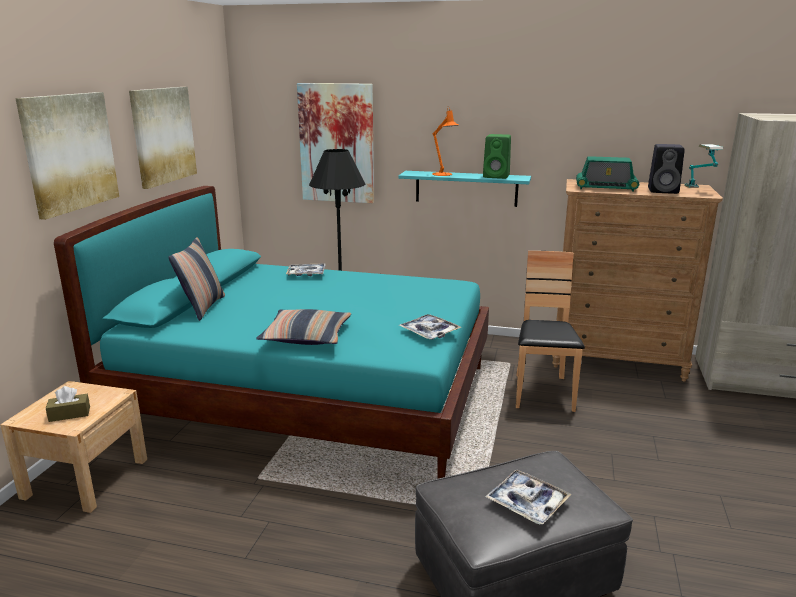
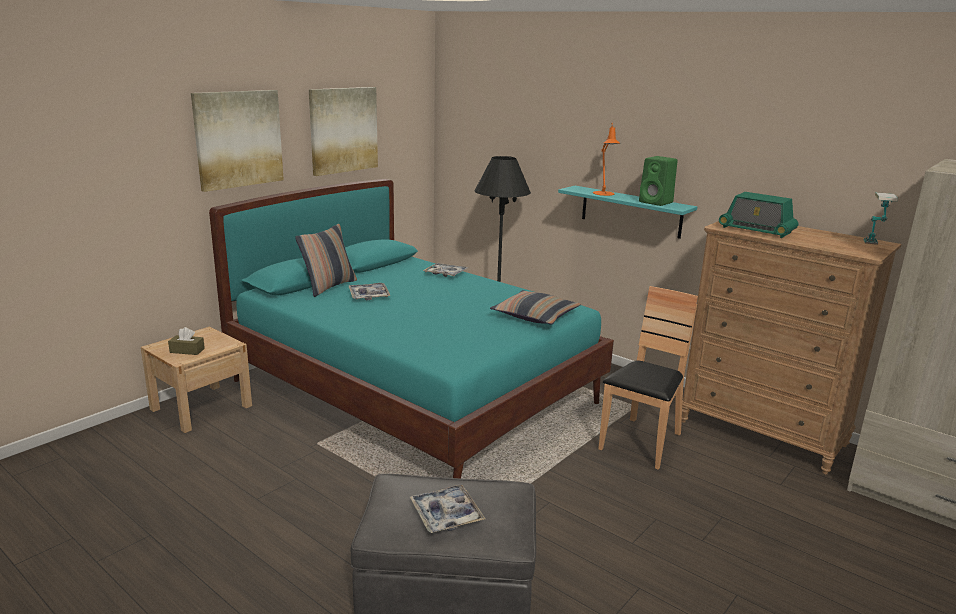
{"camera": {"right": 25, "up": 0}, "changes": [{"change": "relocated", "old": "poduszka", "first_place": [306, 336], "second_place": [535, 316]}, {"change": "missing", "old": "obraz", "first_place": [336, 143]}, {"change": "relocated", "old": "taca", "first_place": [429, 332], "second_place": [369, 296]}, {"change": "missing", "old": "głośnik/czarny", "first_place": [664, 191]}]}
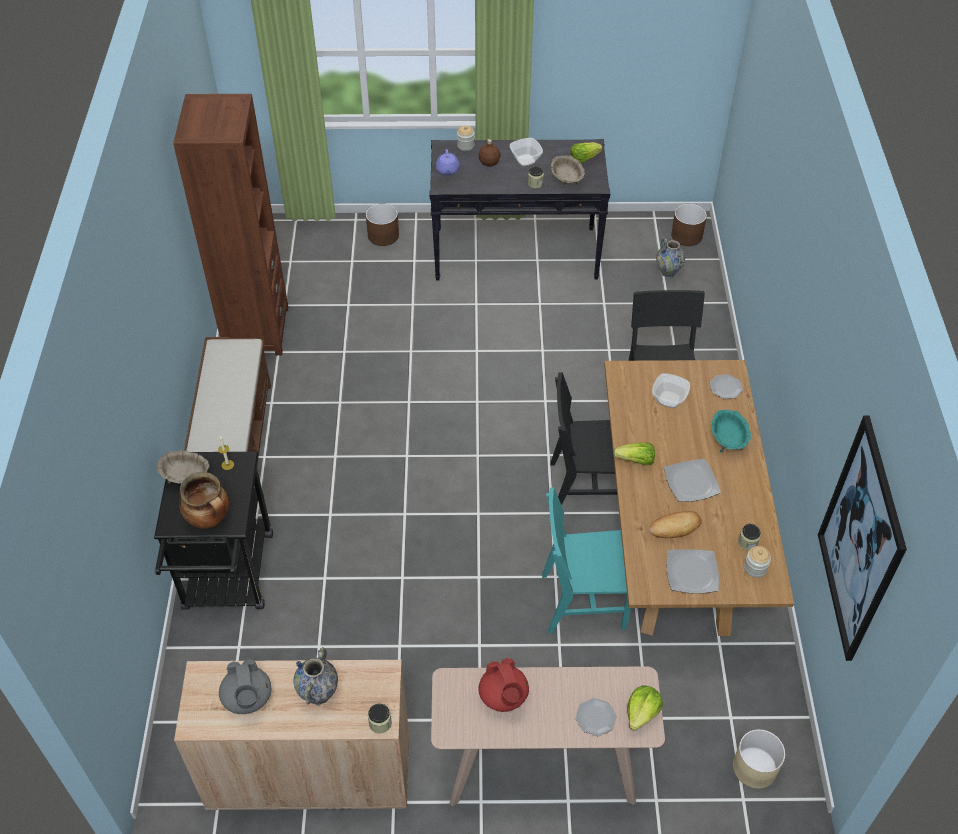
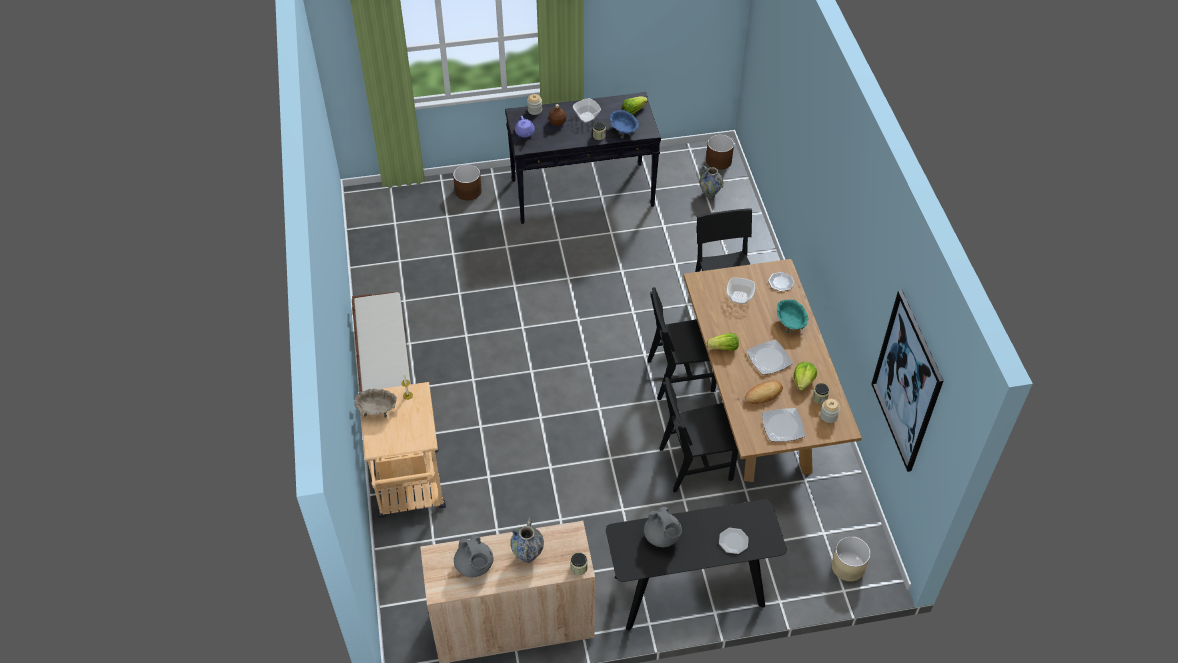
{"camera": {"right": -10, "up": 0}, "changes": [{"change": "colour", "old": "wózek/czarny", "new": "wózek/beżowy", "first_place": [227, 579], "second_place": [410, 489]}, {"change": "missing", "old": "regał/brązowy", "first_place": [256, 330]}, {"change": "missing", "old": "garnek", "first_place": [210, 519]}, {"change": "colour", "old": "stolik konsolowy/beżowy", "new": "stolik konsolowy/czarny", "first_place": [540, 767], "second_place": [689, 591]}, {"change": "colour", "old": "imbryk/czerwony", "new": "imbryk/szary", "first_place": [504, 696], "second_place": [662, 537]}, {"change": "colour", "old": "krzesło/turkusowy", "new": "krzesło/czarny", "first_place": [583, 601], "second_place": [695, 464]}, {"change": "colour", "old": "miska/beżowy", "new": "miska/niebieski", "first_place": [566, 181], "second_place": [623, 130]}, {"change": "relocated", "old": "sałata", "first_place": [642, 713], "second_place": [803, 381]}]}
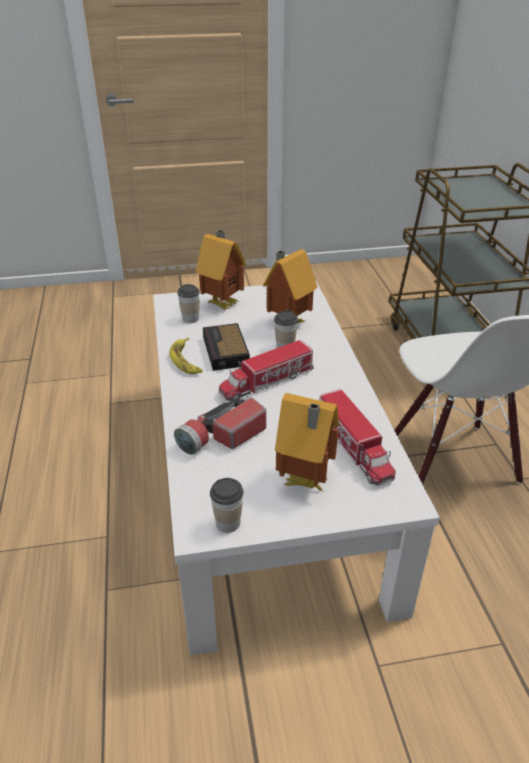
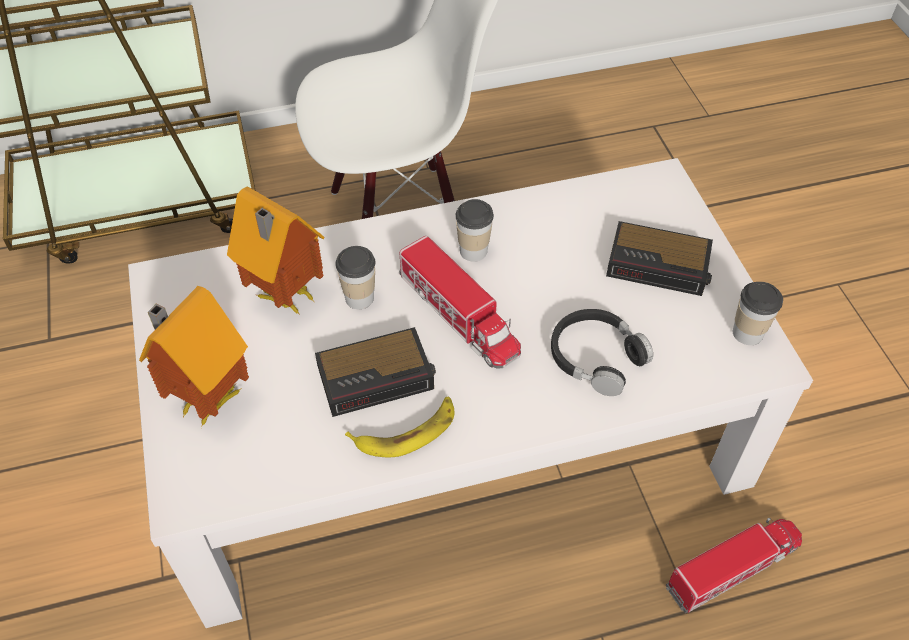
{"camera": {"right": -95, "up": 15}, "changes": [{"change": "exchanged", "old": "latarka", "new": "słuchawki/czarny", "first_place": [221, 437], "second_place": [596, 357]}, {"change": "relocated", "old": "filiżanka", "first_place": [190, 318], "second_place": [473, 251]}, {"change": "exchanged", "old": "domek", "new": "budzik", "first_place": [305, 483], "second_place": [660, 265]}, {"change": "relocated", "old": "ciężarówka zabawkowa", "first_place": [354, 447], "second_place": [733, 568]}]}
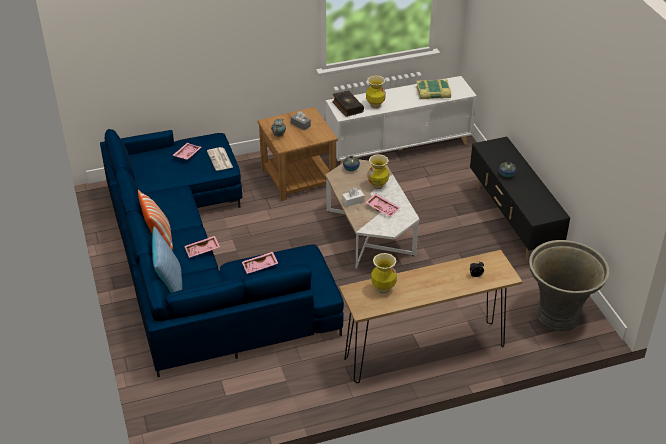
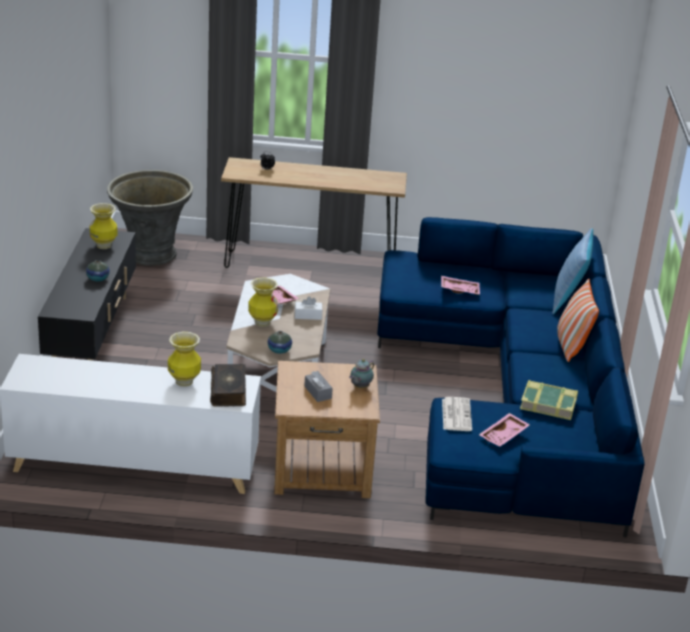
{"camera": {"right": -160, "up": -10}, "changes": [{"change": "missing", "old": "taca/różowy", "first_place": [202, 250]}, {"change": "relocated", "old": "wazon", "first_place": [383, 289], "second_place": [104, 246]}, {"change": "relocated", "old": "książka", "first_place": [433, 93], "second_place": [548, 404]}]}
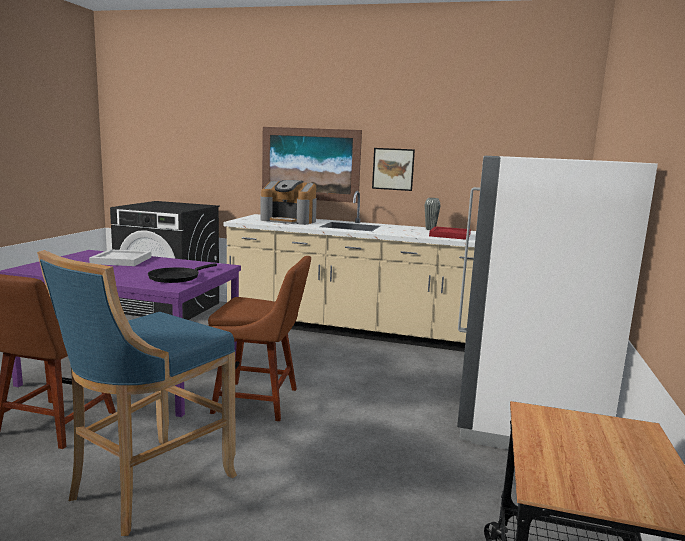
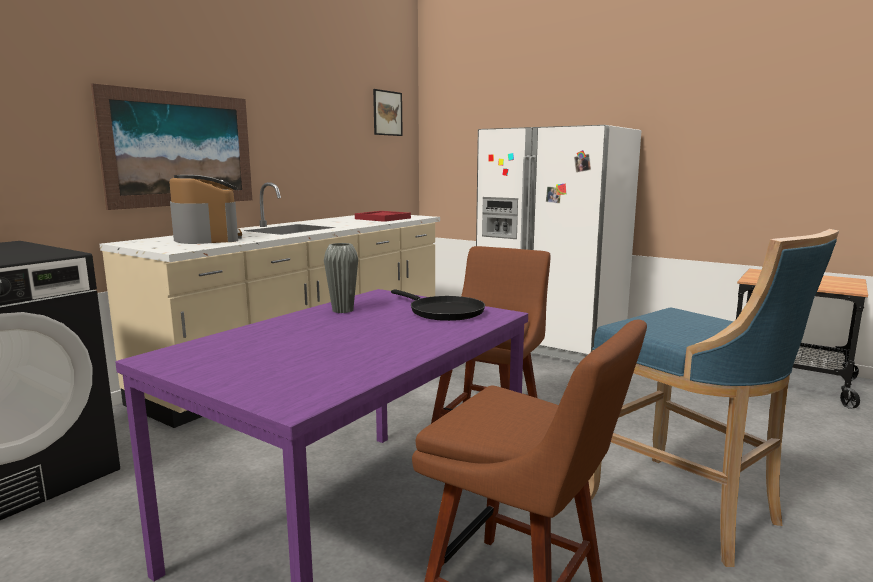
{"camera": {"right": -70, "up": 0}, "changes": [{"change": "missing", "old": "taca/biały", "first_place": [122, 260]}, {"change": "spun", "old": "ekspres do kawy", "first_place": [289, 220], "second_place": [208, 238], "degrees": -60}, {"change": "relocated", "old": "obraz", "first_place": [393, 169], "second_place": [387, 113]}, {"change": "relocated", "old": "wazon/szary", "first_place": [430, 229], "second_place": [343, 310]}]}
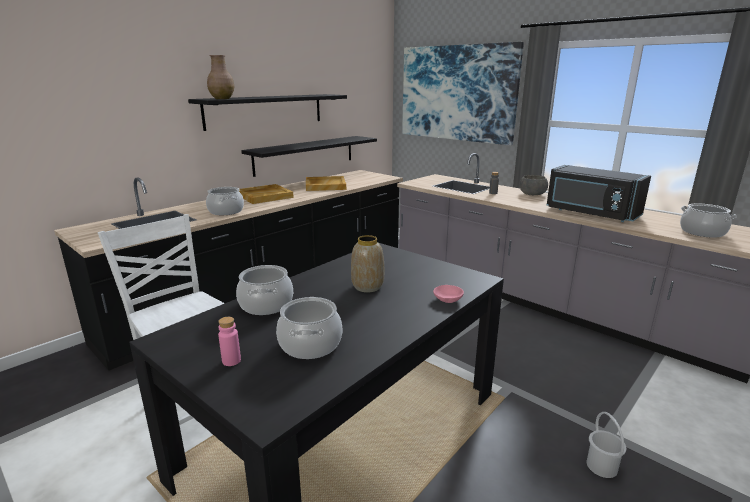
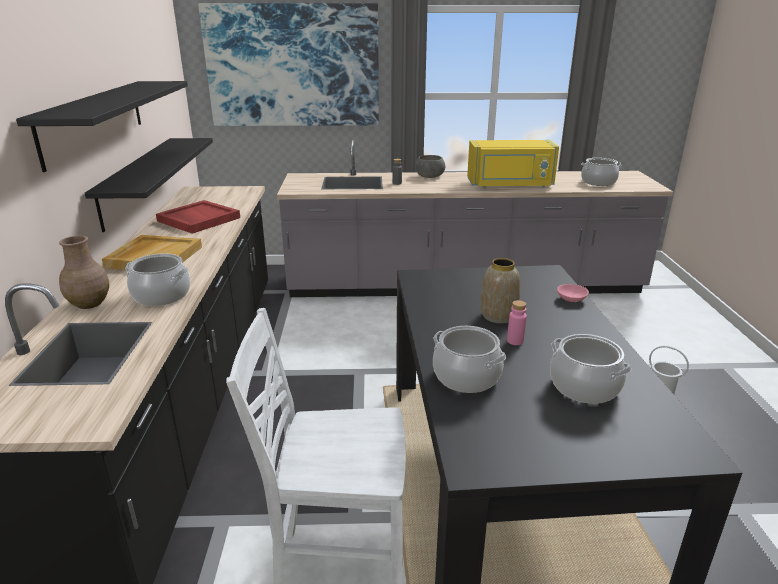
{"camera": {"right": -45, "up": 5}, "changes": [{"change": "relocated", "old": "wazon/brązowy", "first_place": [222, 98], "second_place": [89, 304]}, {"change": "relocated", "old": "butelka/różowy", "first_place": [231, 361], "second_place": [515, 341]}, {"change": "colour", "old": "taca/beżowy", "new": "taca/czerwony", "first_place": [325, 185], "second_place": [198, 219]}, {"change": "colour", "old": "mikrofalówka/czarny", "new": "mikrofalówka/żółty", "first_place": [590, 213], "second_place": [510, 185]}]}
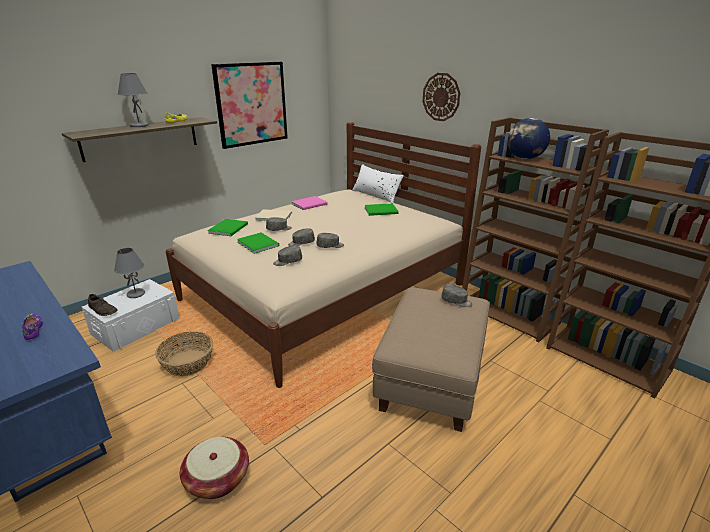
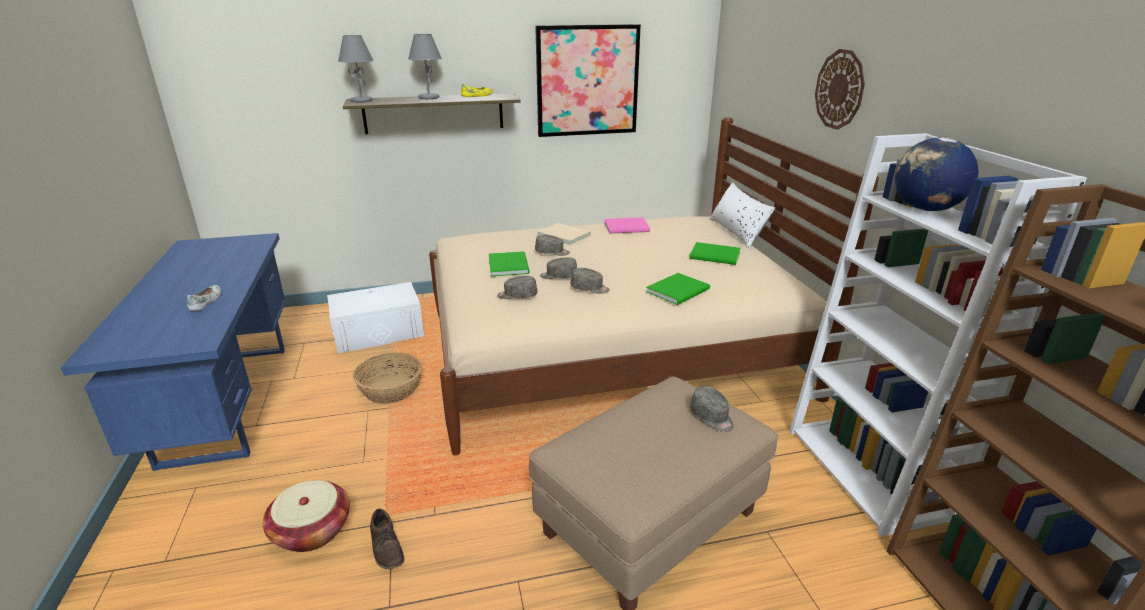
{"camera": {"right": 30, "up": 0}, "changes": [{"change": "colour", "old": "but/fioletowy", "new": "but/biały", "first_place": [33, 329], "second_place": [207, 301]}, {"change": "relocated", "old": "but/brązowy", "first_place": [103, 310], "second_place": [386, 546]}, {"change": "relocated", "old": "lampa stołowa/szary", "first_place": [136, 294], "second_place": [362, 100]}, {"change": "relocated", "old": "książka/zielony", "first_place": [229, 228], "second_place": [680, 290]}, {"change": "colour", "old": "regał/brązowy", "new": "regał/biały", "first_place": [509, 314], "second_place": [867, 472]}]}
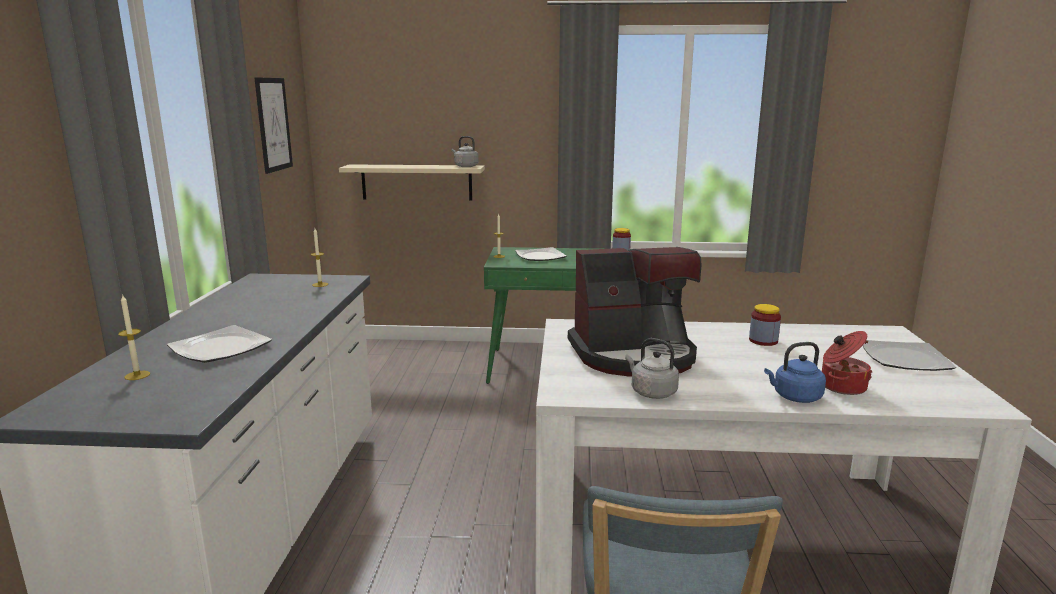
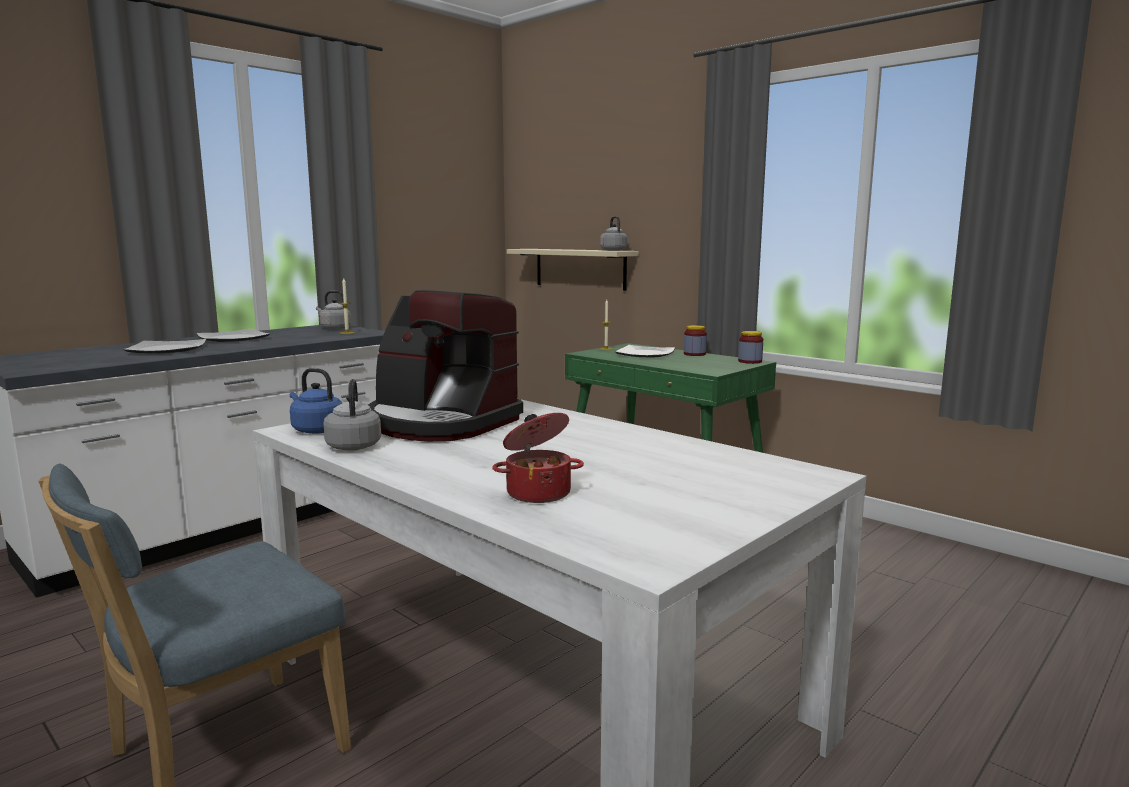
{"camera": {"right": 40, "up": -5}, "changes": [{"change": "missing", "old": "świeca", "first_place": [137, 375]}, {"change": "missing", "old": "obraz", "first_place": [273, 124]}, {"change": "relocated", "old": "słoik", "first_place": [763, 341], "second_place": [694, 354]}, {"change": "relocated", "old": "czajnik/niebieski", "first_place": [794, 397], "second_place": [316, 430]}, {"change": "relocated", "old": "talerz", "first_place": [904, 359], "second_place": [232, 338]}, {"change": "appeared", "new": "czajnik/szary", "second_place": [334, 328]}]}
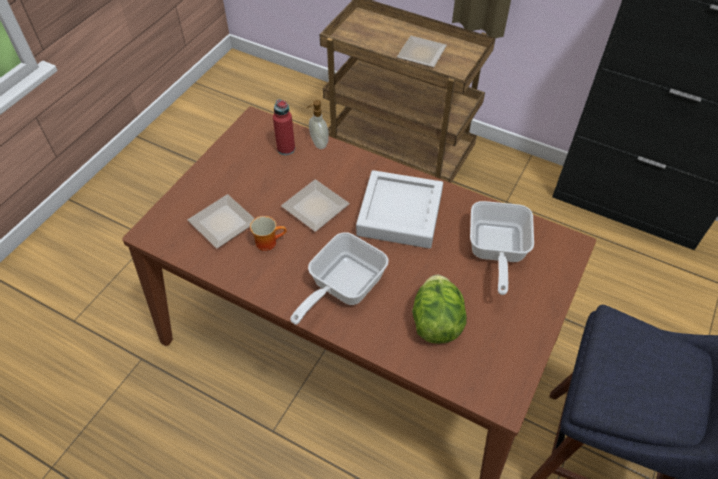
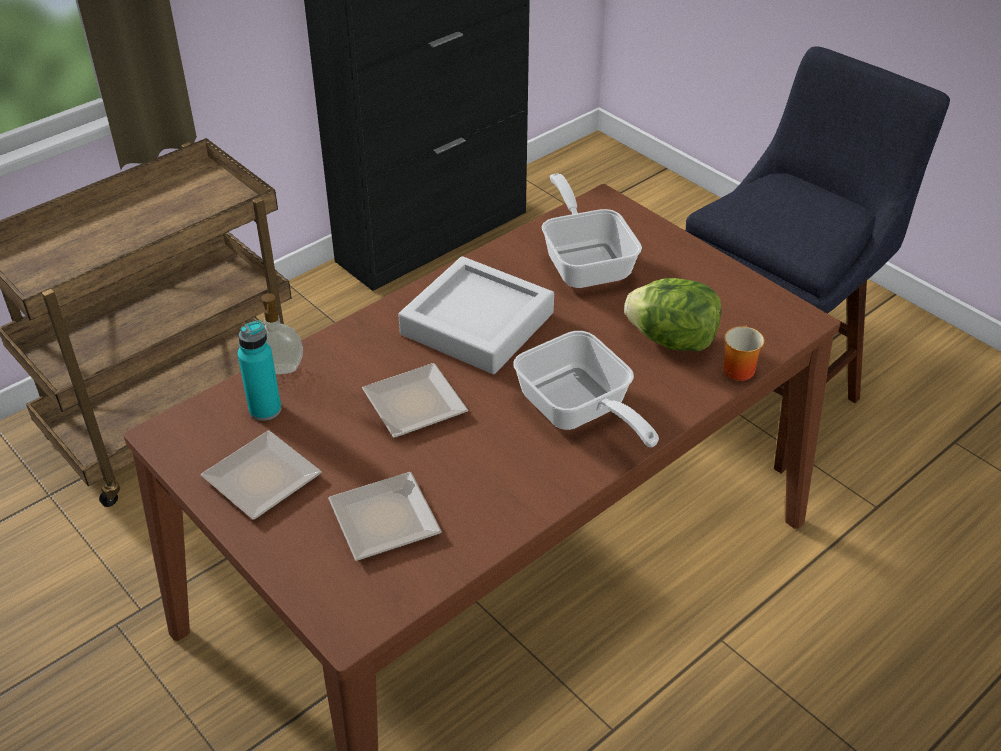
{"camera": {"right": -70, "up": -10}, "changes": [{"change": "relocated", "old": "kubek", "first_place": [268, 241], "second_place": [736, 367]}, {"change": "colour", "old": "butelka/czerwony", "new": "butelka/turkusowy", "first_place": [286, 149], "second_place": [265, 409]}, {"change": "relocated", "old": "talerz", "first_place": [419, 54], "second_place": [262, 482]}, {"change": "spun", "old": "patelnia", "first_place": [495, 252], "second_place": [585, 261], "degrees": -135}]}
